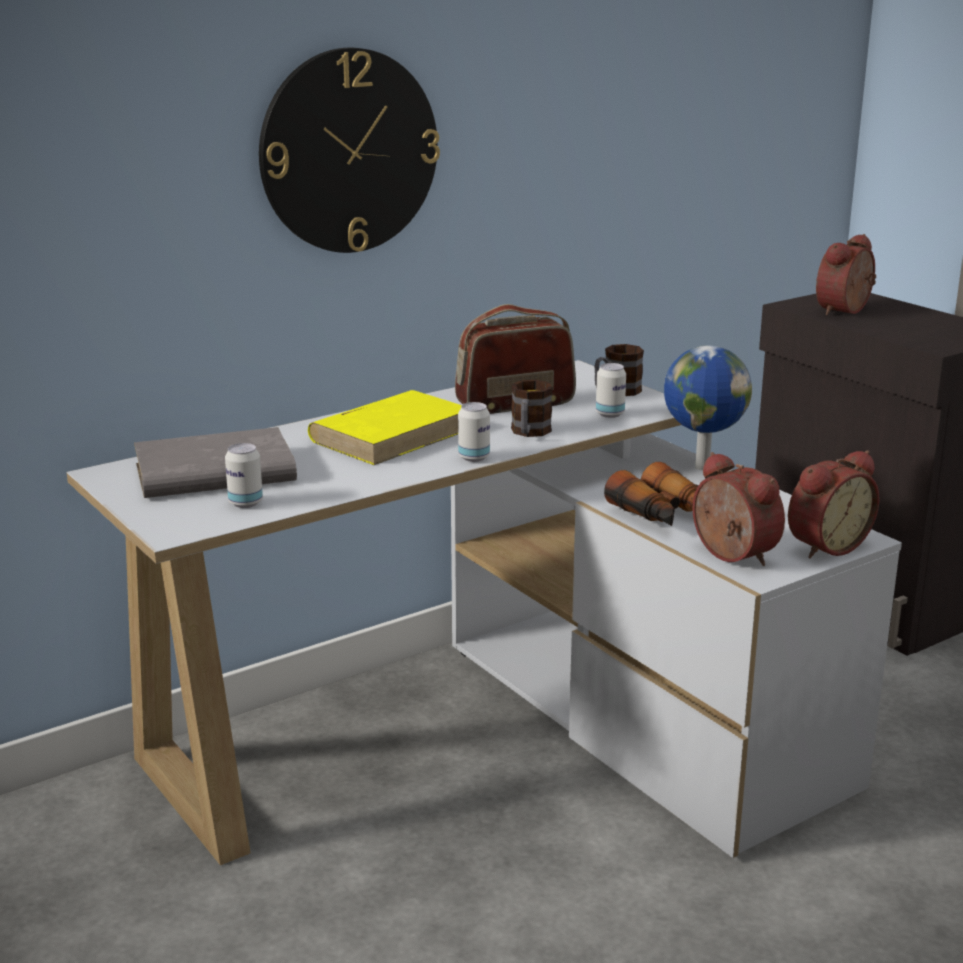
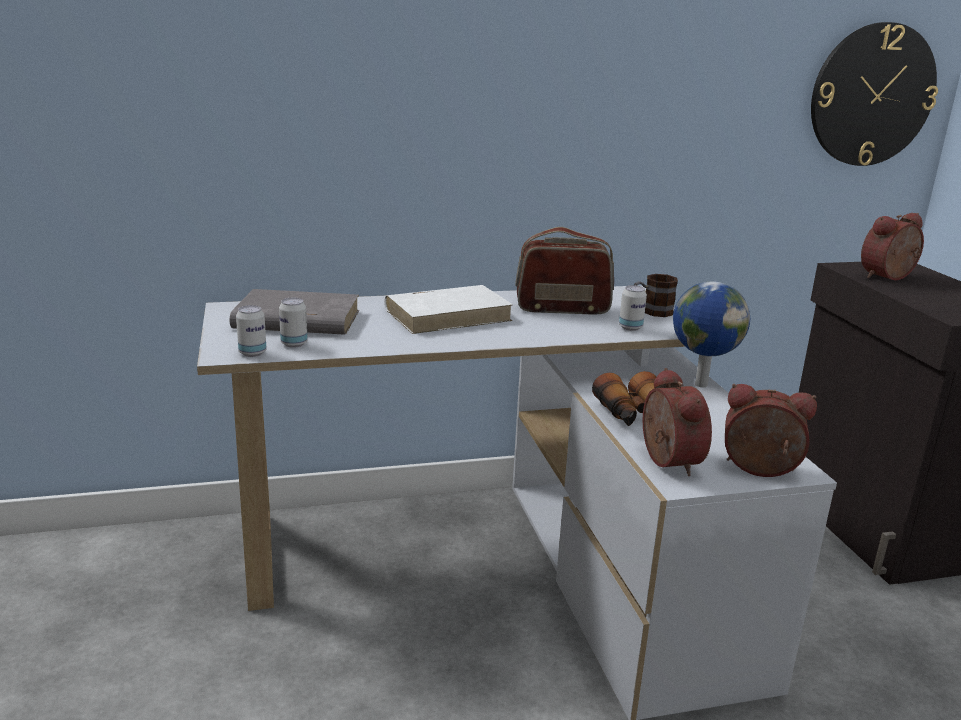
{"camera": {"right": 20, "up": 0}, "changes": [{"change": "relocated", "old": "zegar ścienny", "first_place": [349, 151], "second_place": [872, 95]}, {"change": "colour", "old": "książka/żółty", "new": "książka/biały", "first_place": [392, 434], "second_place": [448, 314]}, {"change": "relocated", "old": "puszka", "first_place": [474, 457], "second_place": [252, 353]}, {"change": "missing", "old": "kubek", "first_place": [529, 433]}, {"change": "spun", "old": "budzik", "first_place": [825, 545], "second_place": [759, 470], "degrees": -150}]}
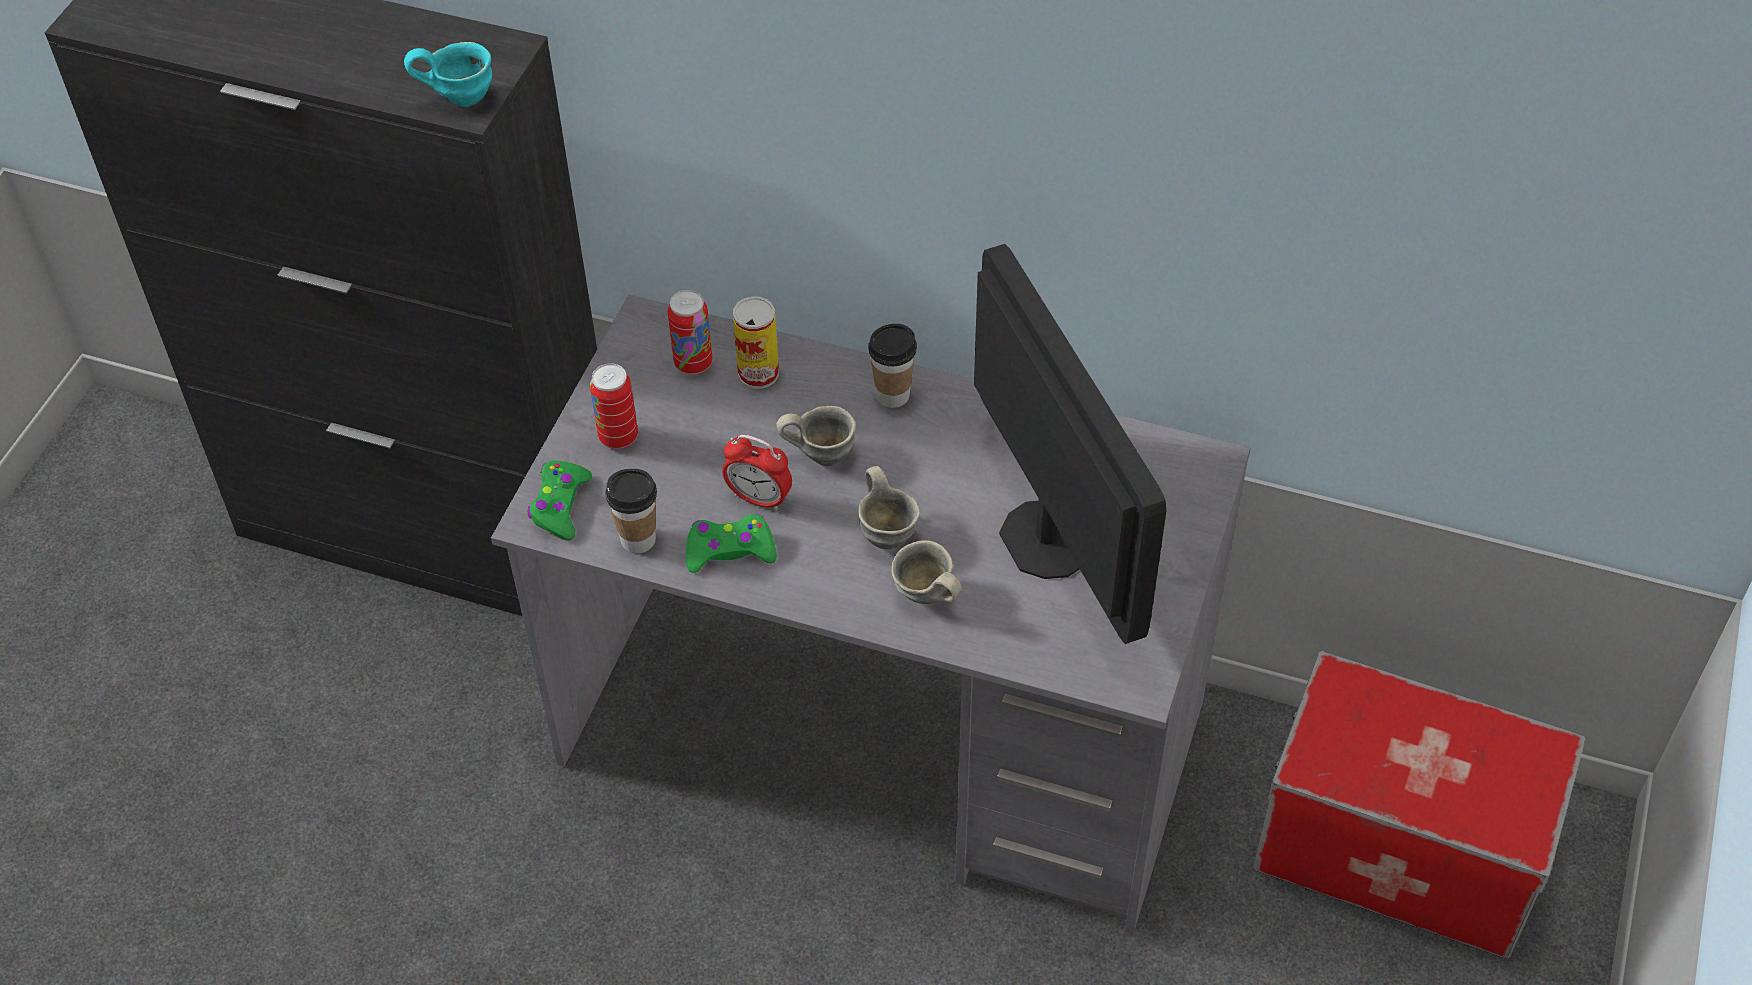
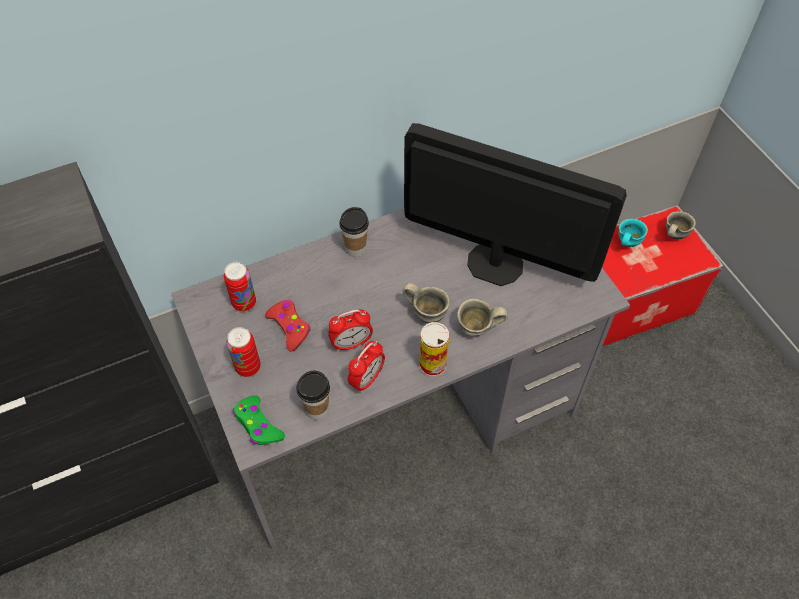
{"camera": {"right": -45, "up": 5}, "changes": [{"change": "relocated", "old": "kubek/turkusowy", "first_place": [459, 96], "second_place": [626, 243]}, {"change": "exchanged", "old": "pad do gier/zielony", "new": "budzik", "first_place": [730, 551], "second_place": [367, 379]}, {"change": "relocated", "old": "puszka", "first_place": [758, 373], "second_place": [432, 365]}, {"change": "relocated", "old": "kubek/szary", "first_place": [821, 453], "second_place": [672, 235]}, {"change": "appeared", "new": "pad do gier/czerwony", "second_place": [289, 327]}]}
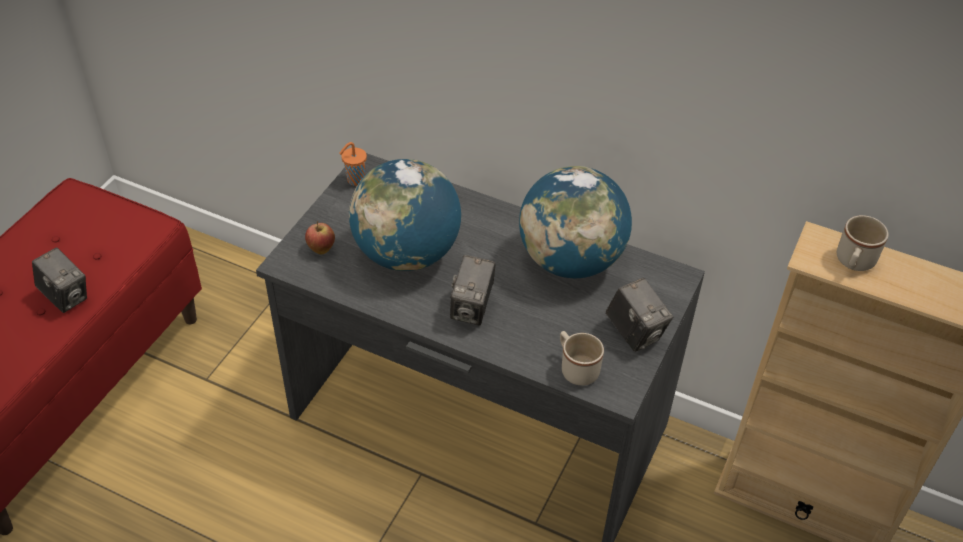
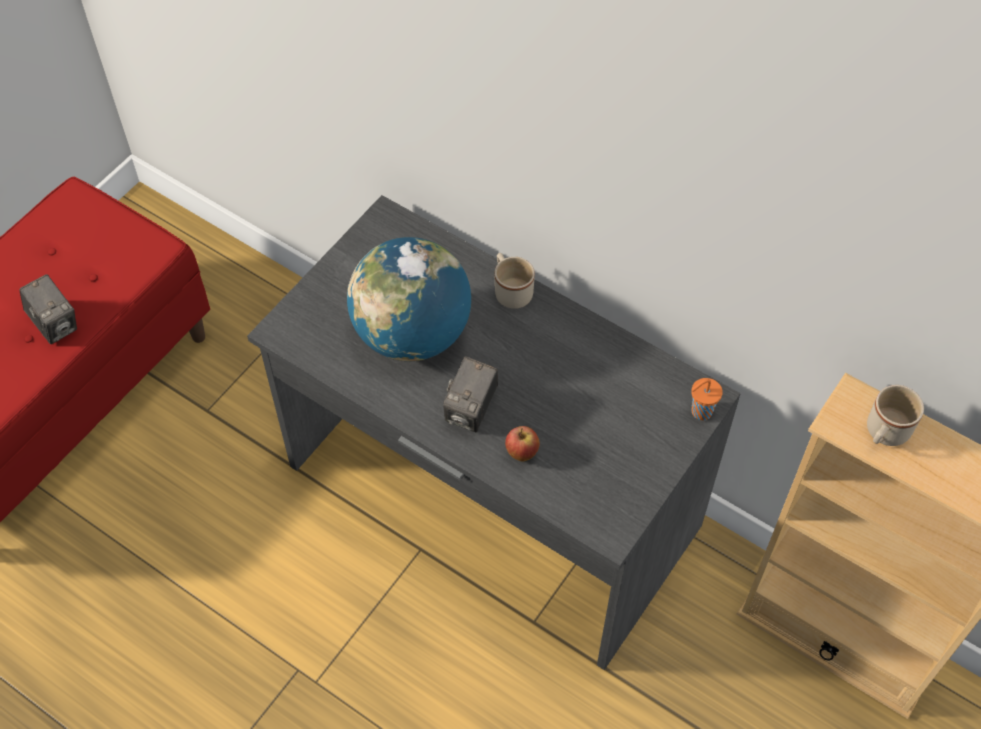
{"camera": {"right": 10, "up": 10}, "changes": [{"change": "relocated", "old": "jabłko", "first_place": [321, 249], "second_place": [521, 453]}, {"change": "relocated", "old": "filiżanka/pomarańczowy", "first_place": [354, 180], "second_place": [700, 412]}, {"change": "missing", "old": "globus", "first_place": [571, 261]}, {"change": "relocated", "old": "kubek/beżowy", "first_place": [576, 368], "second_place": [511, 290]}, {"change": "missing", "old": "aparat fotograficzny", "first_place": [635, 332]}]}
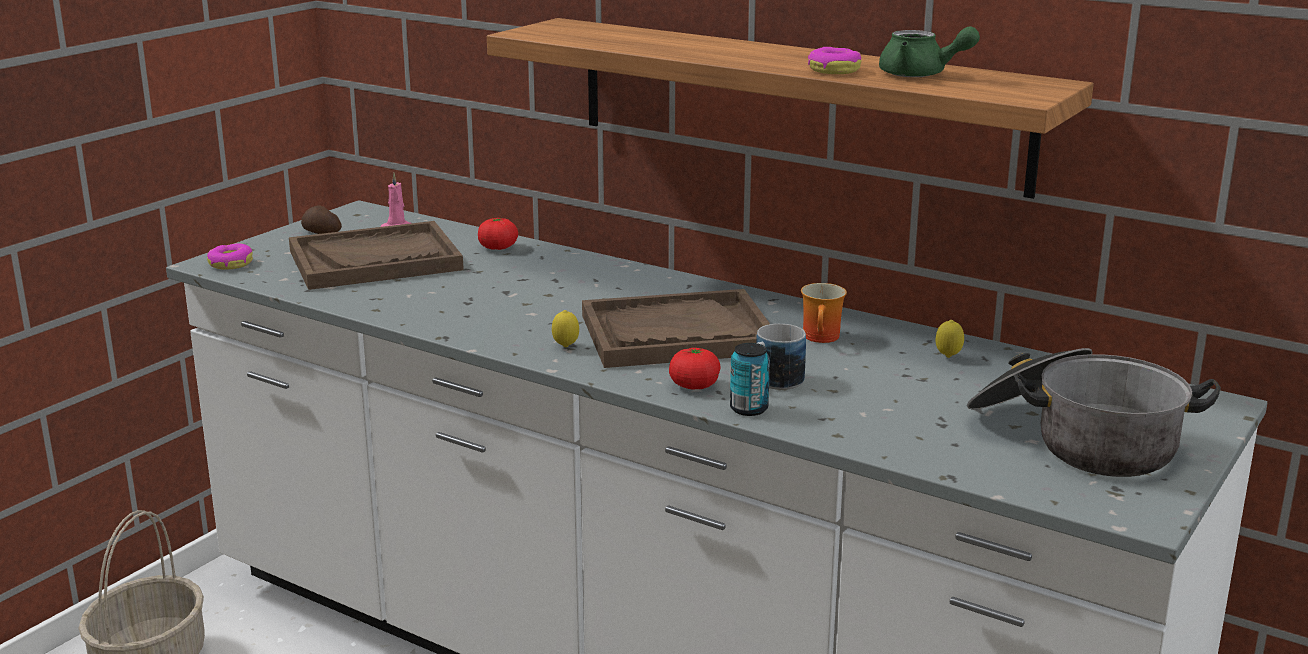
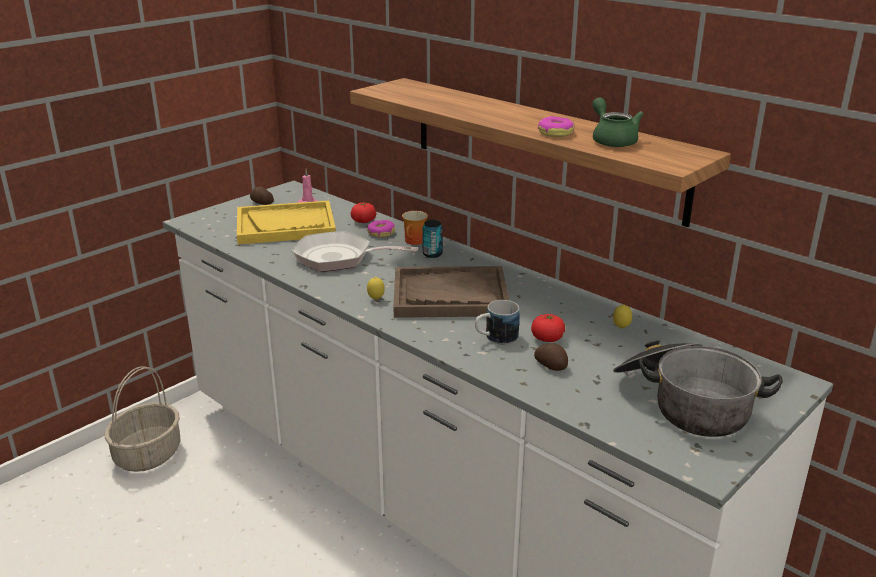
{"camera": {"right": 10, "up": 5}, "changes": [{"change": "relocated", "old": "donut", "first_place": [230, 264], "second_place": [381, 233]}, {"change": "colour", "old": "taca/brązowy", "new": "taca/żółty", "first_place": [375, 260], "second_place": [286, 225]}, {"change": "relocated", "old": "pomidor", "first_place": [694, 386], "second_place": [547, 338]}, {"change": "relocated", "old": "puszka", "first_place": [749, 409], "second_place": [432, 254]}, {"change": "relocated", "old": "kubek", "first_place": [823, 338], "second_place": [415, 242]}, {"change": "spun", "old": "imbryk/zielony", "first_place": [921, 75], "second_place": [612, 140], "degrees": -150}, {"change": "appeared", "new": "patelnia", "second_place": [339, 258]}, {"change": "appeared", "new": "ziemniak", "second_place": [551, 365]}]}
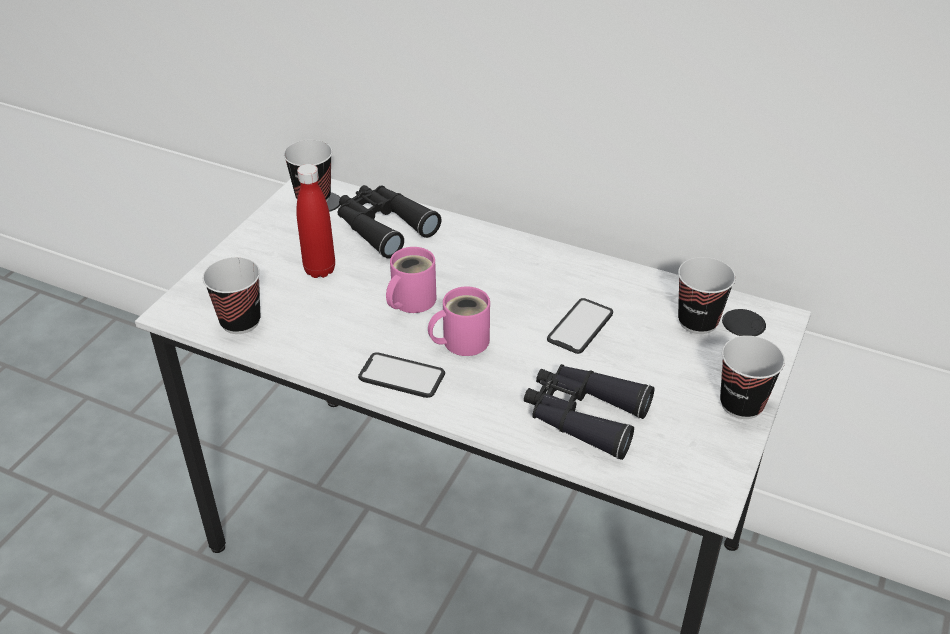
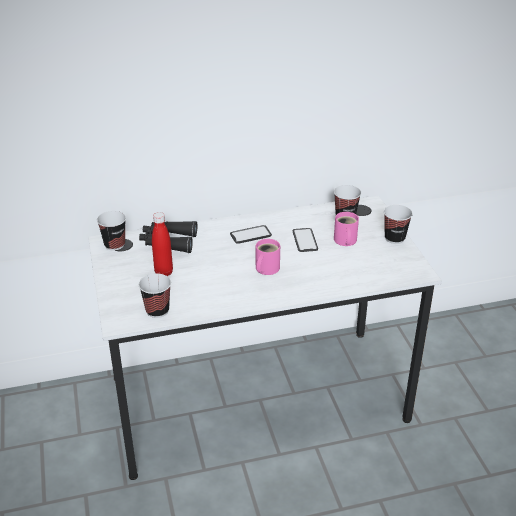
{"camera": {"right": -40, "up": -5}, "changes": [{"change": "relocated", "old": "telefon", "first_place": [401, 376], "second_place": [250, 235]}, {"change": "relocated", "old": "kubek/różowy", "first_place": [410, 301], "second_place": [344, 241]}, {"change": "missing", "old": "lornetka/czarny", "first_place": [583, 416]}]}
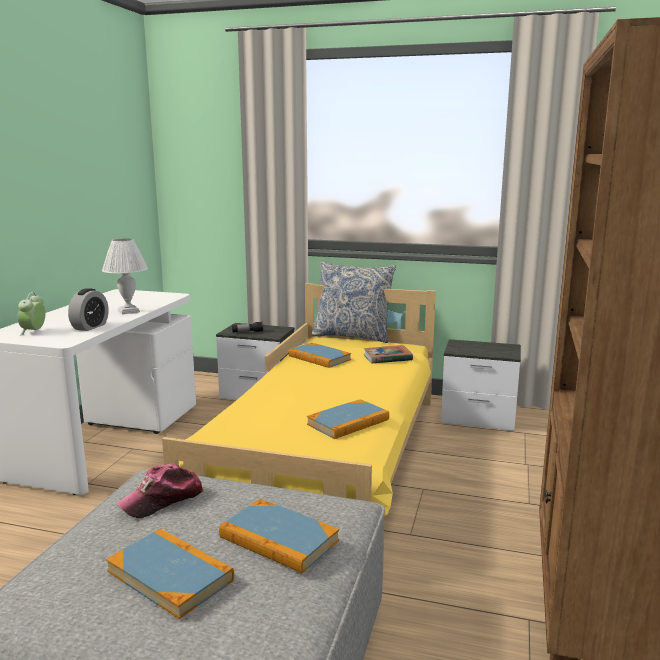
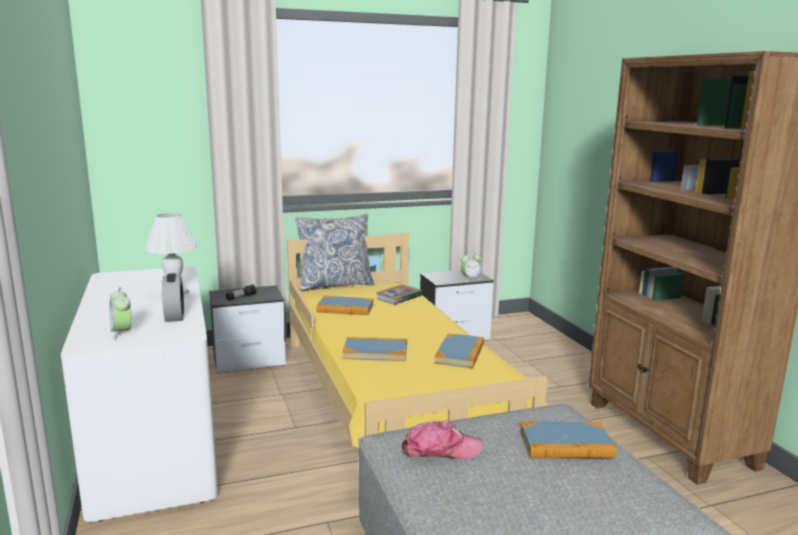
{"camera": {"right": -35, "up": 0}, "changes": [{"change": "relocated", "old": "książka", "first_place": [170, 575], "second_place": [375, 352]}, {"change": "spun", "old": "czapka z daszkiem", "first_place": [162, 499], "second_place": [440, 449], "degrees": -105}, {"change": "appeared", "new": "budzik", "second_place": [470, 279]}]}
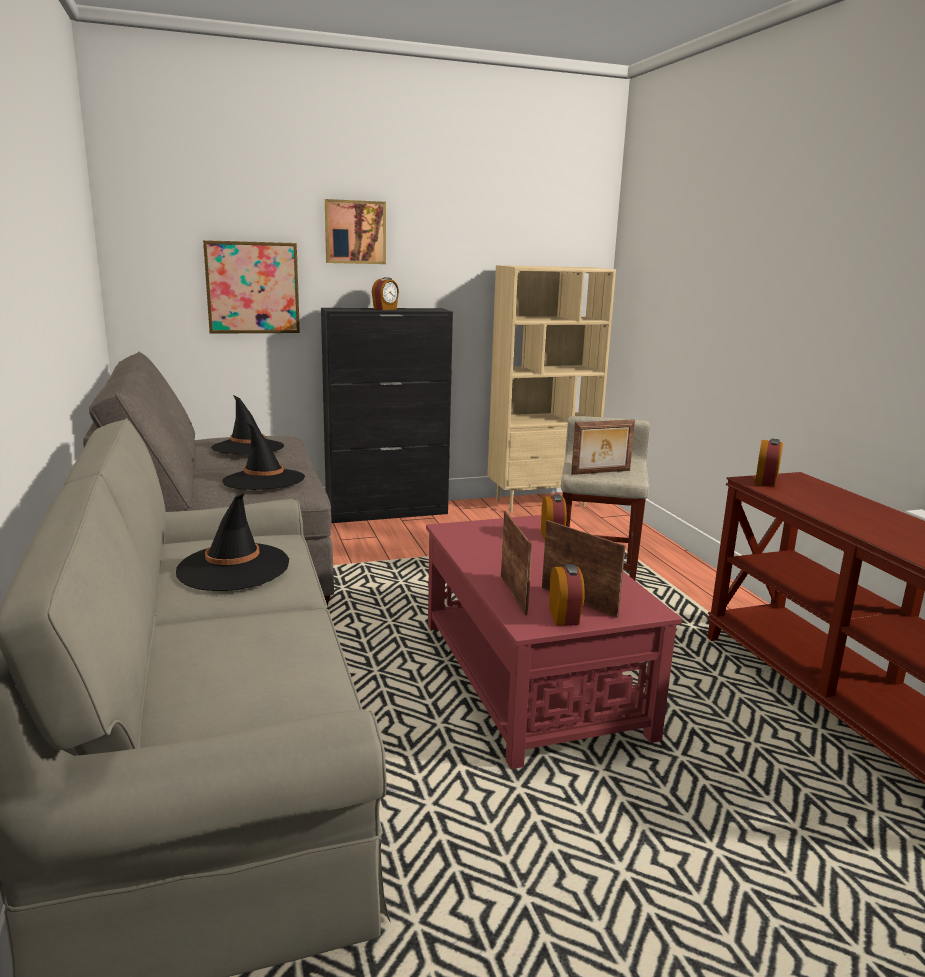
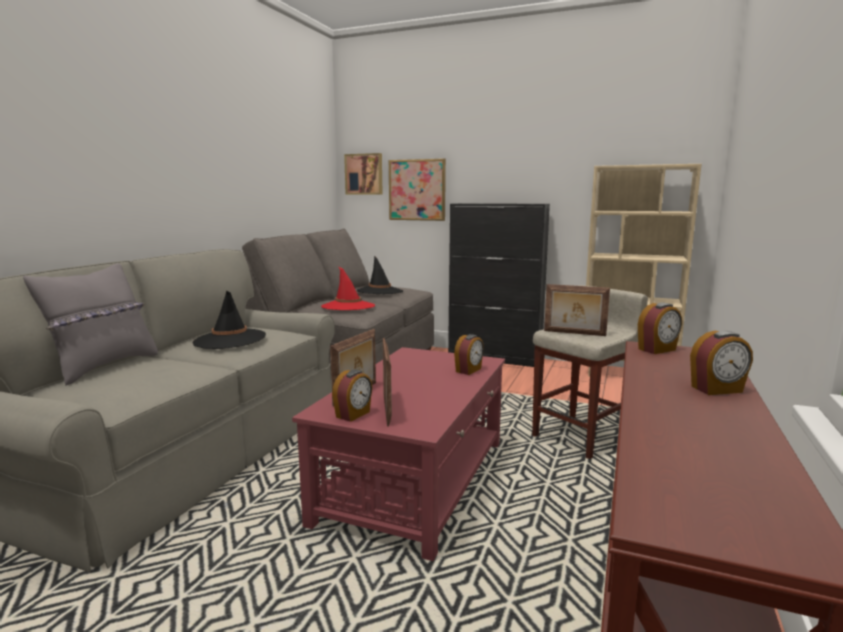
{"camera": {"right": 40, "up": -5}, "changes": [{"change": "colour", "old": "kapelusz/czarny", "new": "kapelusz/czerwony", "first_place": [264, 480], "second_place": [348, 306]}, {"change": "relocated", "old": "obraz", "first_place": [355, 232], "second_place": [364, 174]}, {"change": "relocated", "old": "budzik", "first_place": [385, 309], "second_place": [717, 389]}, {"change": "appeared", "new": "poduszka/szary", "second_place": [104, 367]}]}
